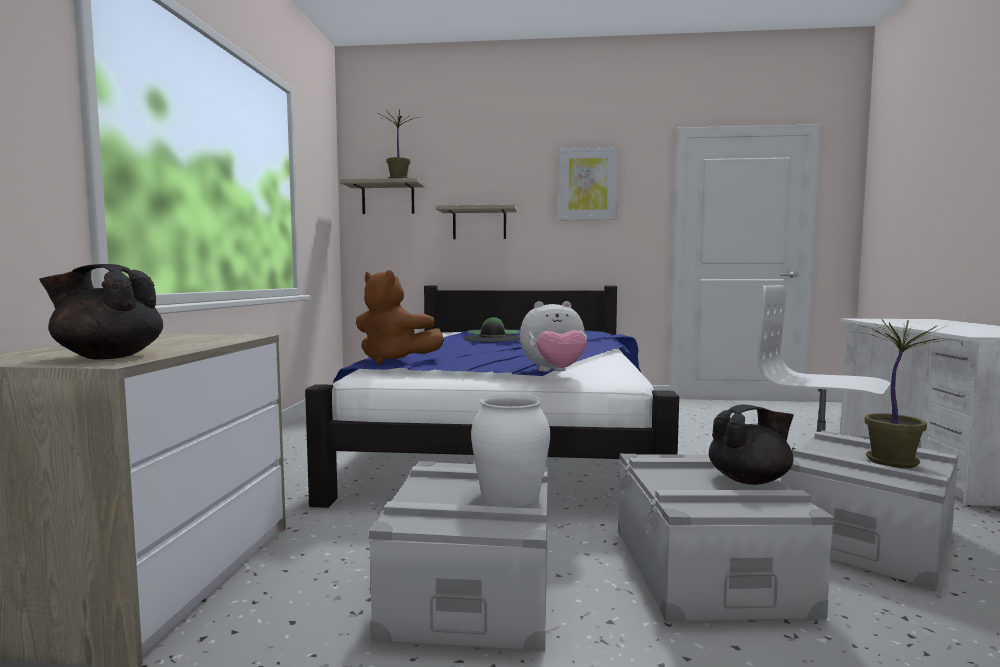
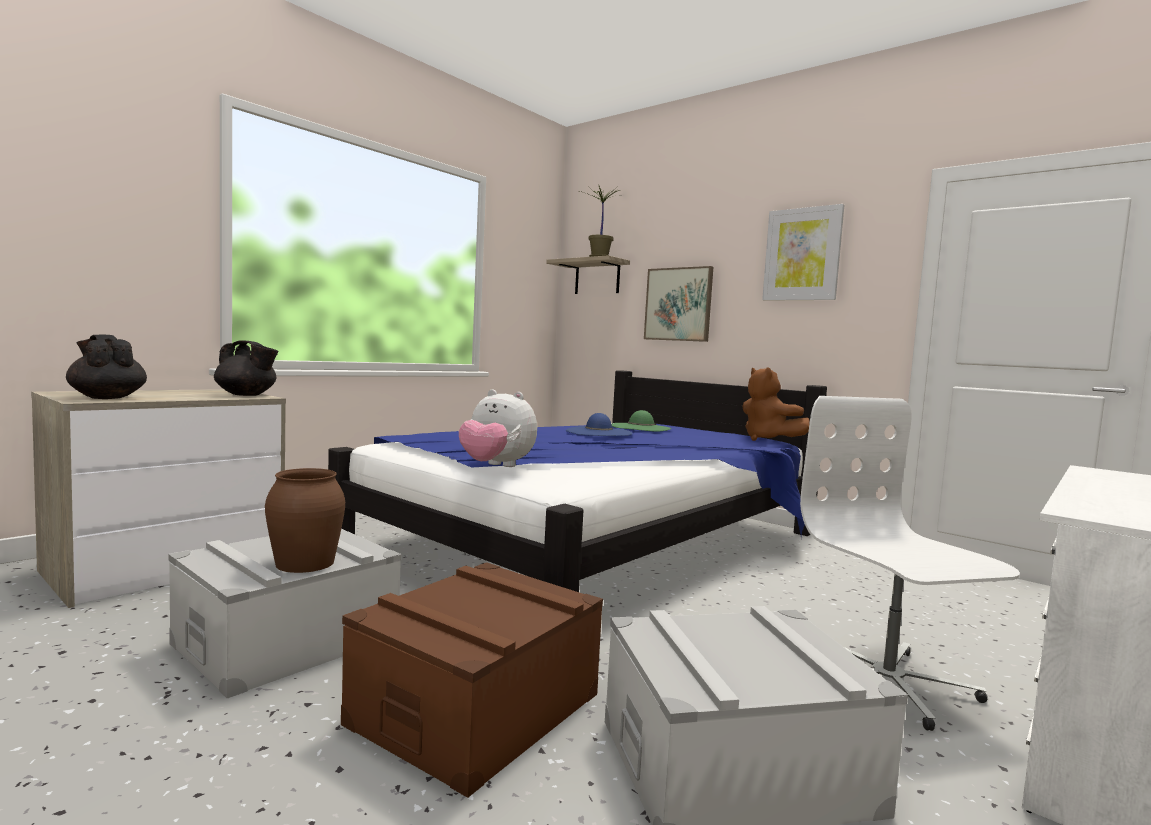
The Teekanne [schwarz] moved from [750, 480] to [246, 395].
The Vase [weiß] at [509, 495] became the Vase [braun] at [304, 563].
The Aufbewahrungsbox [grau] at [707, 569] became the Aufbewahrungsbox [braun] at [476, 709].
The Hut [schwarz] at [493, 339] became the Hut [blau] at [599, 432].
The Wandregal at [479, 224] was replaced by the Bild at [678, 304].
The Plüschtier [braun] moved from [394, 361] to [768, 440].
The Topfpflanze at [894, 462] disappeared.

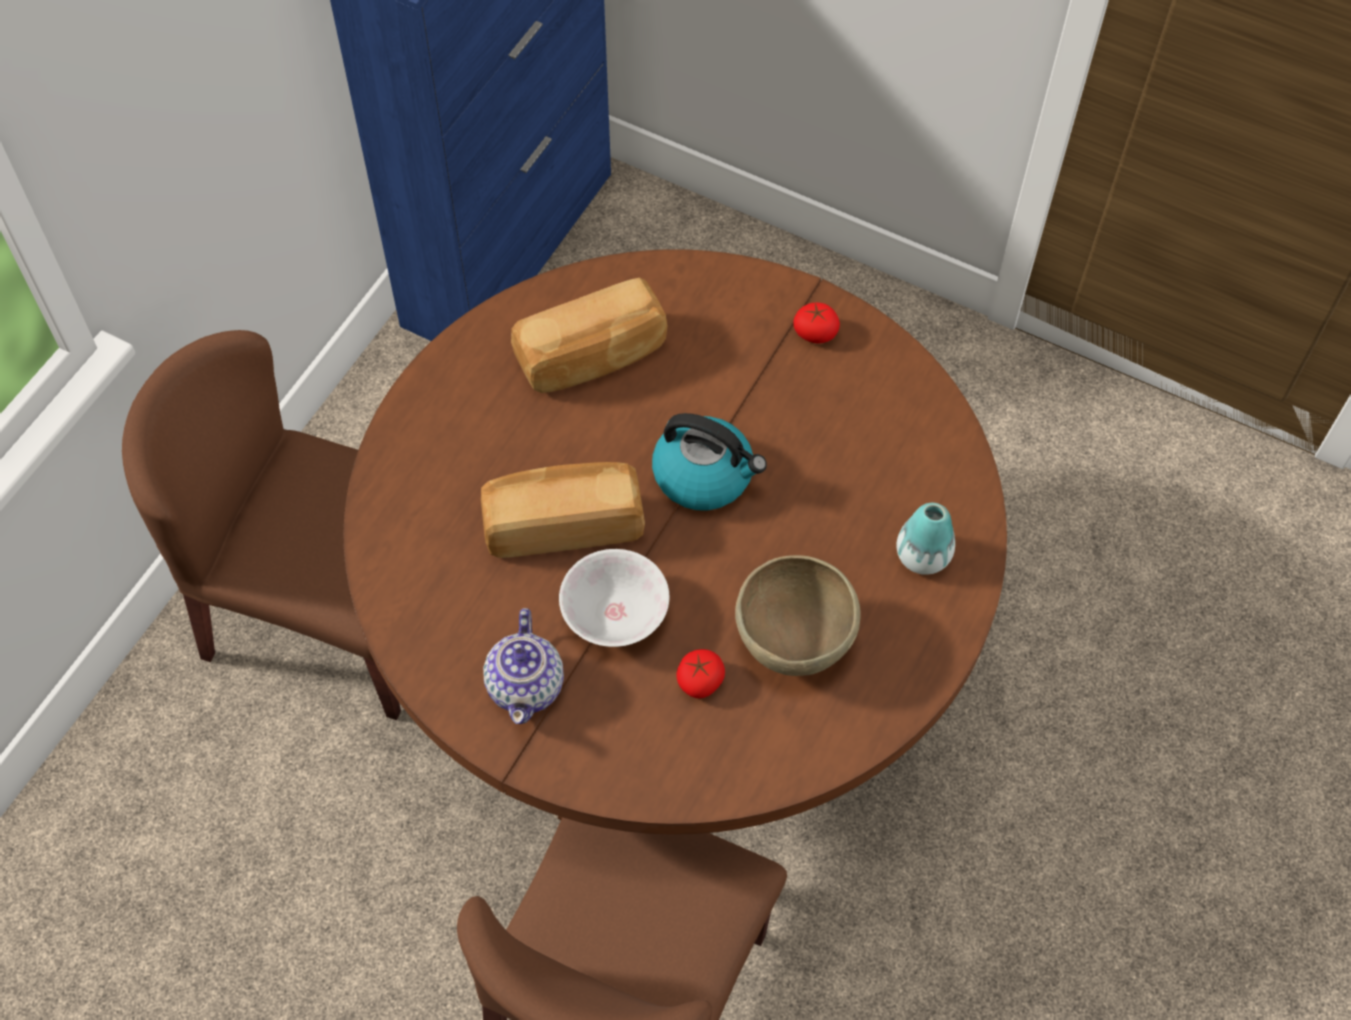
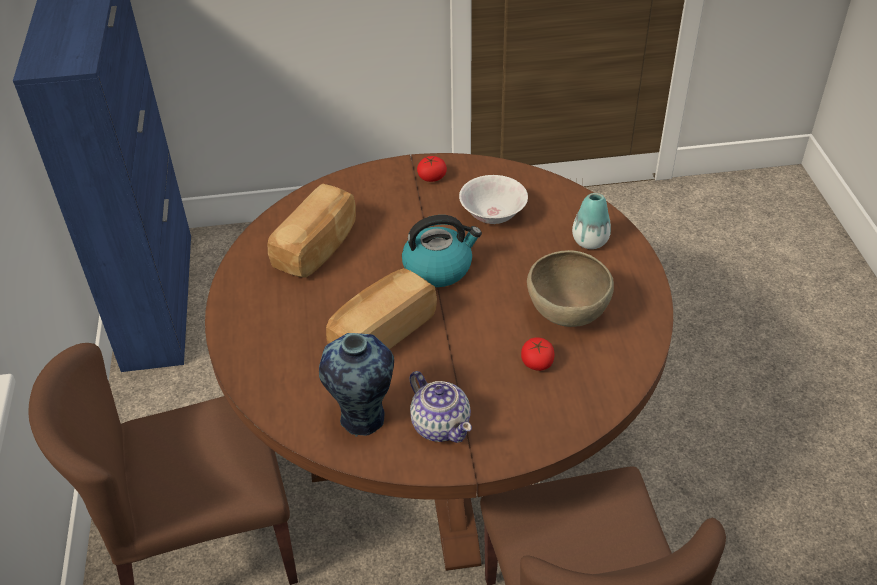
The Vase at [362, 420] appeared.
The Schüssel [weiß] moved from [615, 615] to [493, 215].

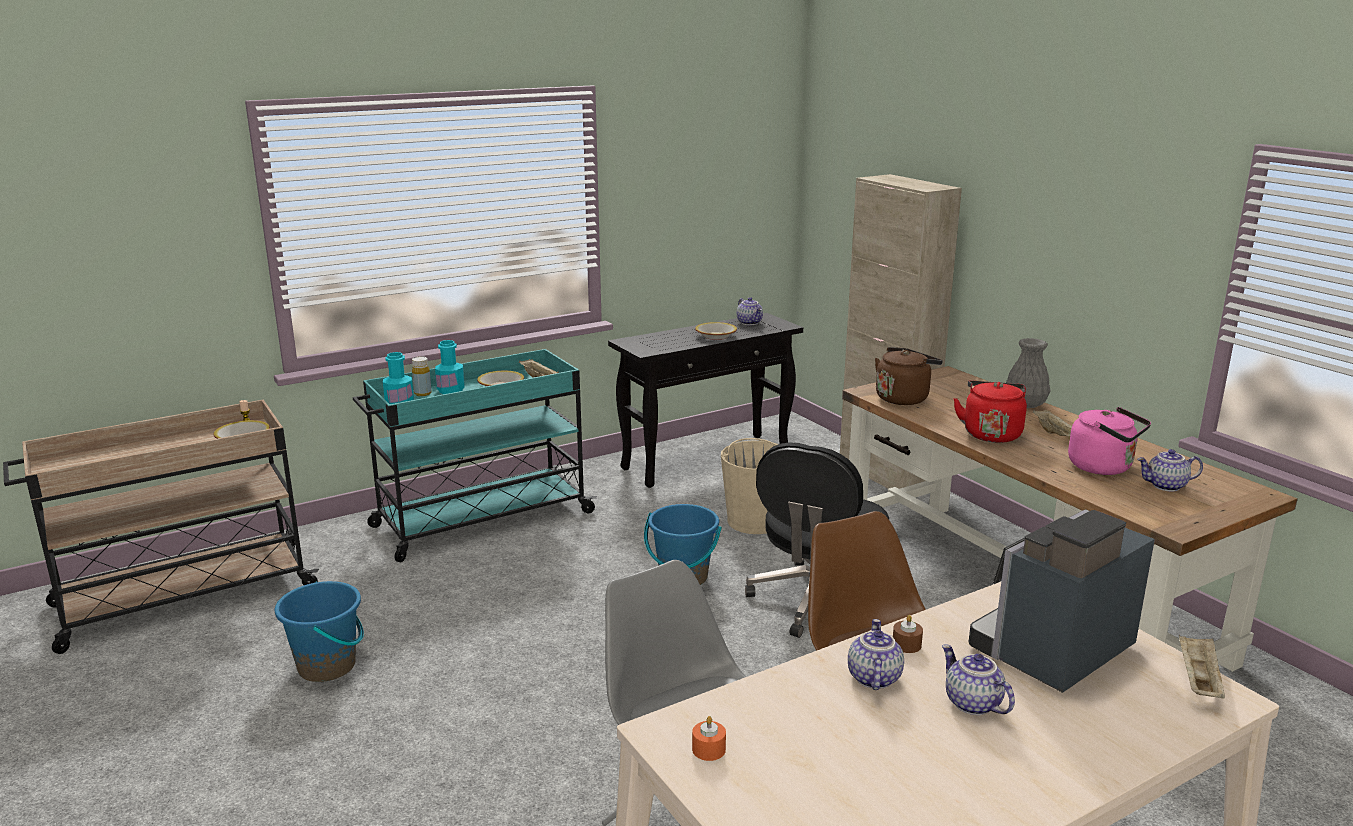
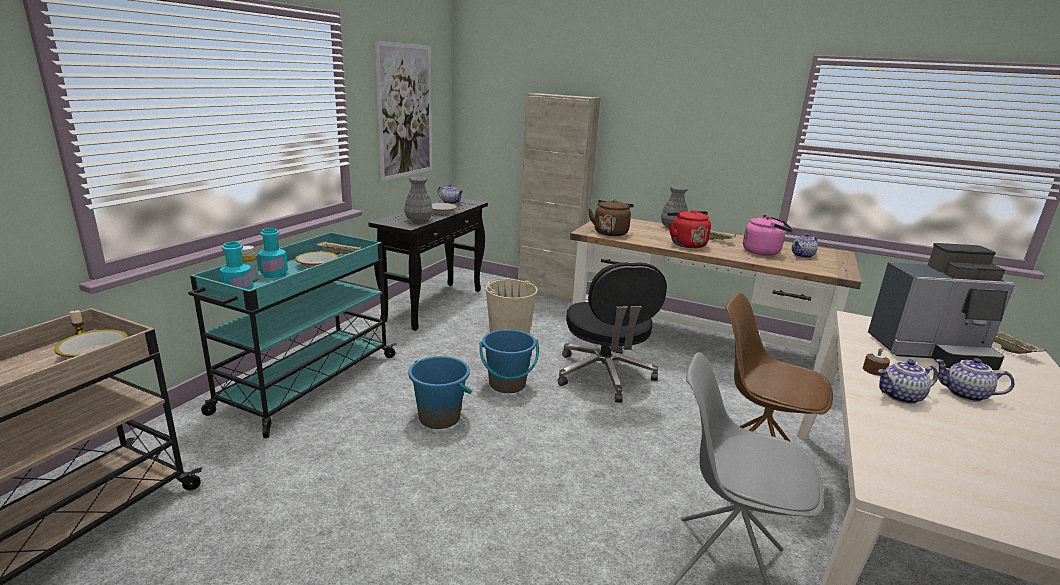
The Bild at [405, 111] appeared.
The Vase [grau] at [419, 220] appeared.
The Eimer [blau] moved from [327, 666] to [440, 417].
The Kaffeemaschine at [1051, 652] turned 105 degrees counterclockwise.
The Teekanne at [872, 677] turned 75 degrees counterclockwise.
The Kerze [orange] at [708, 749] disappeared.

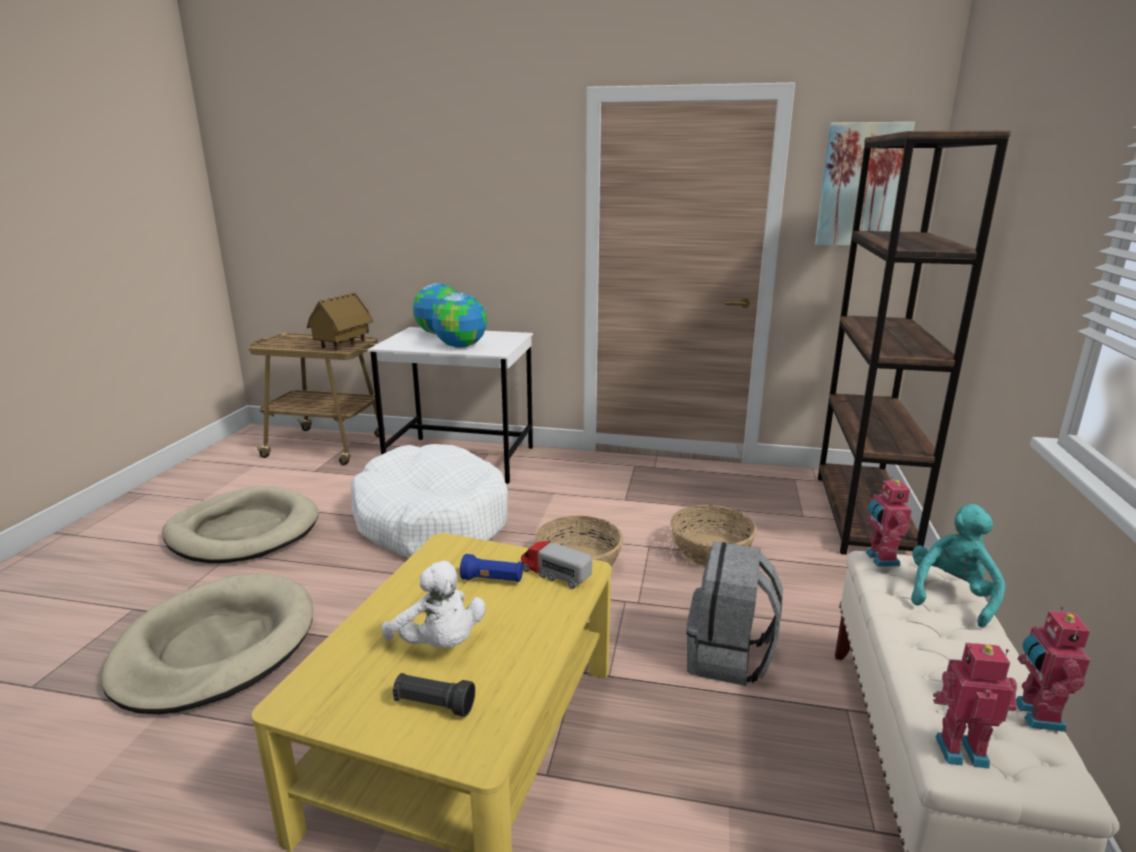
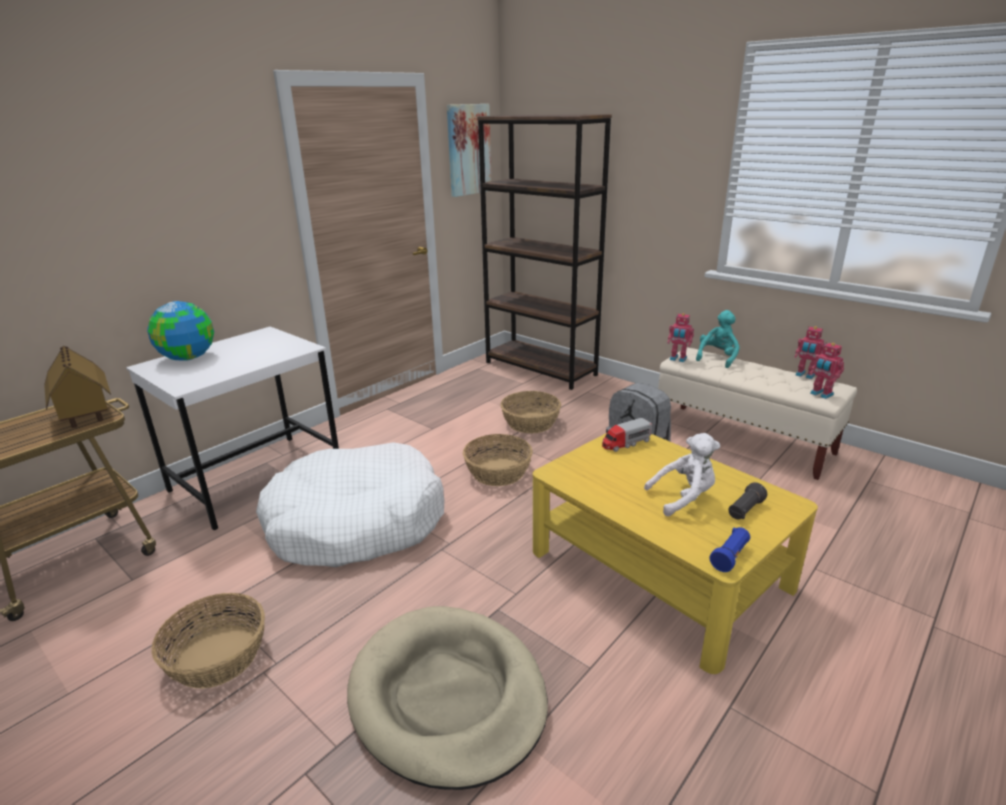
The Hundebett [beige] at [244, 531] was replaced by the Korb at [217, 657].
The Plüschtier [türkis] at [951, 595] turned 60 degrees clockwise.
The Taschenlampe [blau] moved from [493, 580] to [730, 556].
The Spielzeugroboter at [960, 749] turned 75 degrees counterclockwise.
The Globus at [460, 346] disappeared.

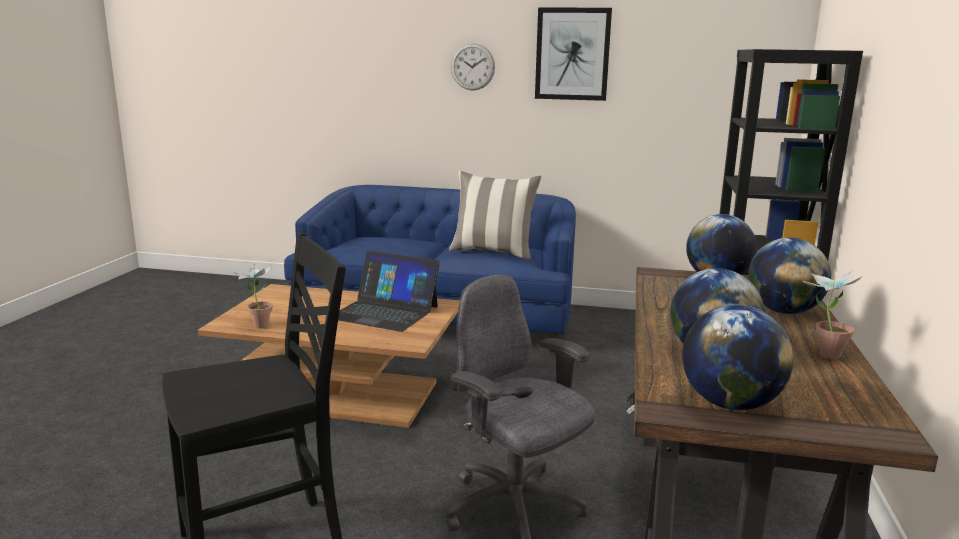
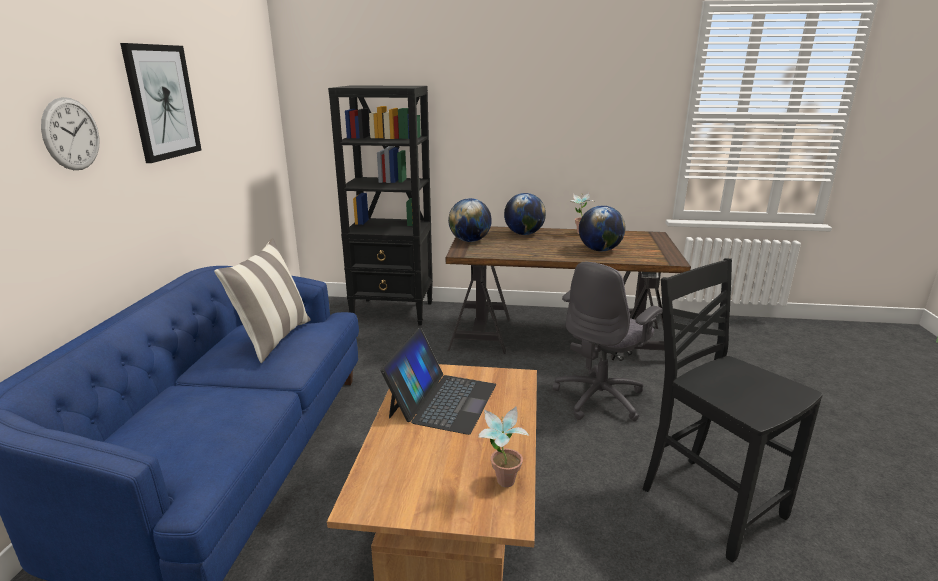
The Globus at [730, 404] disappeared.

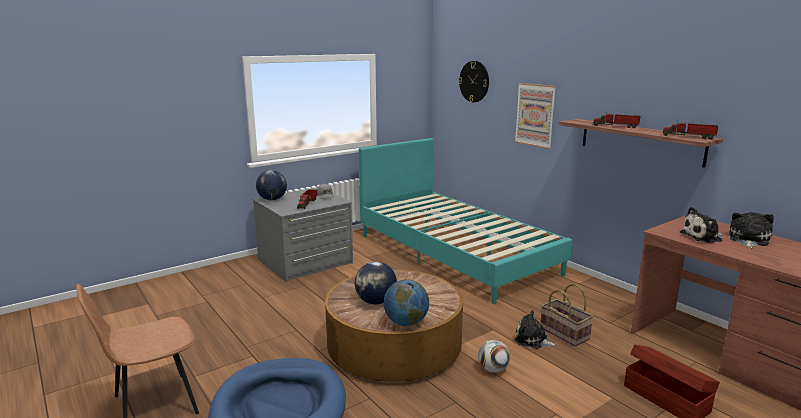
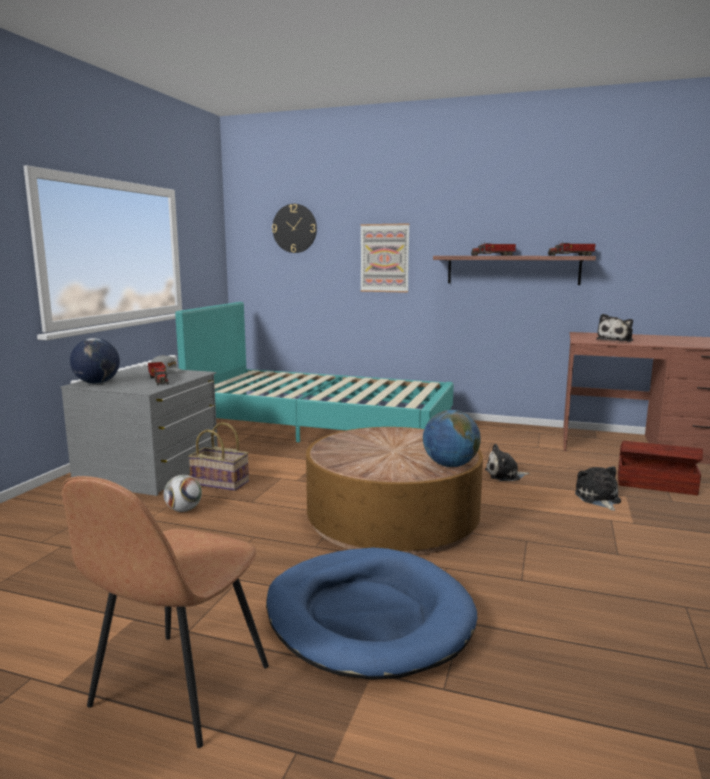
The Fußball moved from [493, 369] to [184, 510].
The Korb moved from [565, 333] to [220, 482].
The Plüschtier moved from [748, 240] to [598, 499].
The Globus at [376, 302] disappeared.

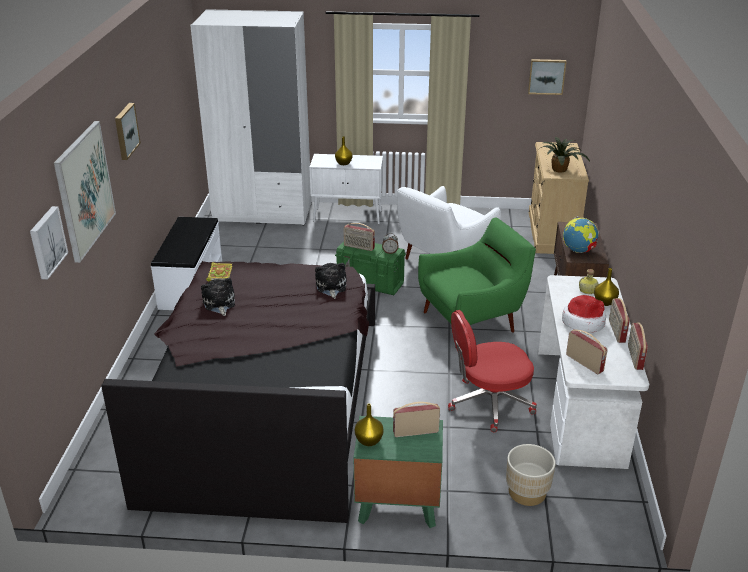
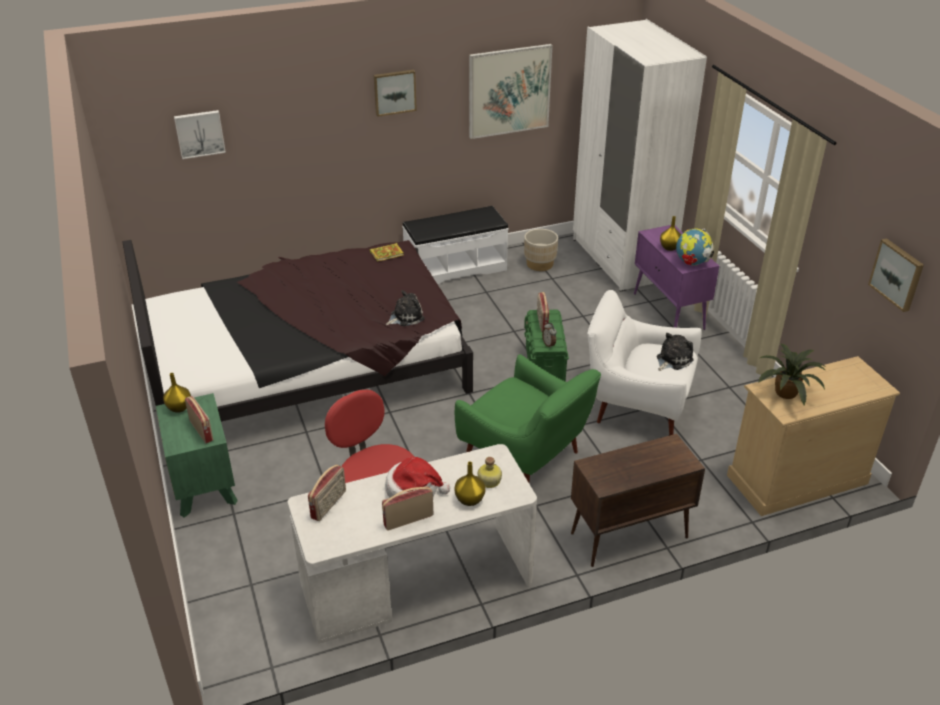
The Bild moved from [84, 190] to [509, 91].
The Pflanzkübel [beige] moved from [527, 492] to [540, 264].
The Schrank [weiß] at [348, 216] became the Schrank [lila] at [669, 312].
The Plüschtier moved from [219, 304] to [672, 360].
The Globus moved from [578, 251] to [692, 263].
The Radio at [634, 357] disappeared.

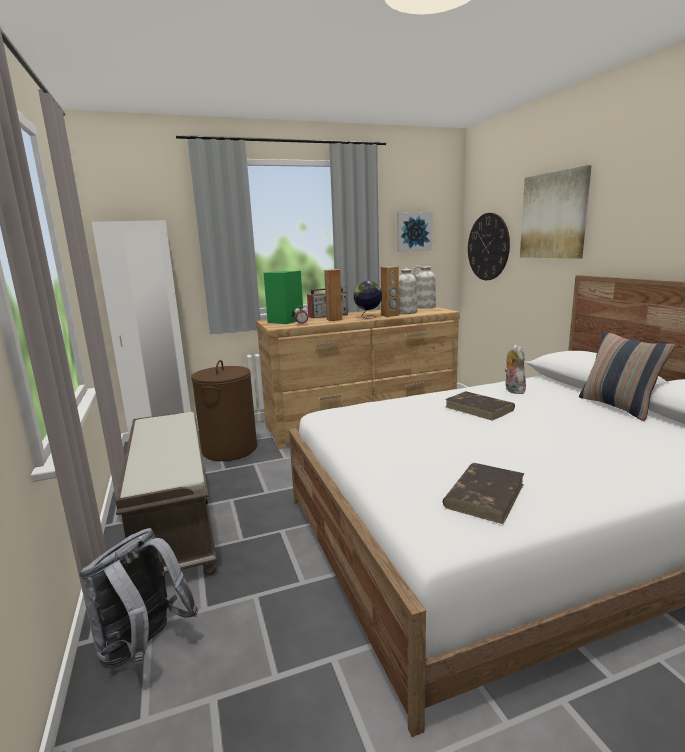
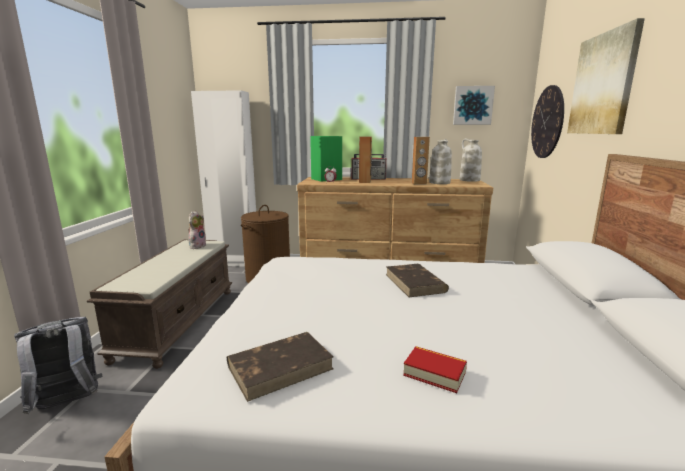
The Plüschtier moved from [512, 390] to [197, 246].
The Buch at [434, 373] appeared.
The Globus at [368, 317] disappeared.
The Kissen at [617, 407] disappeared.

